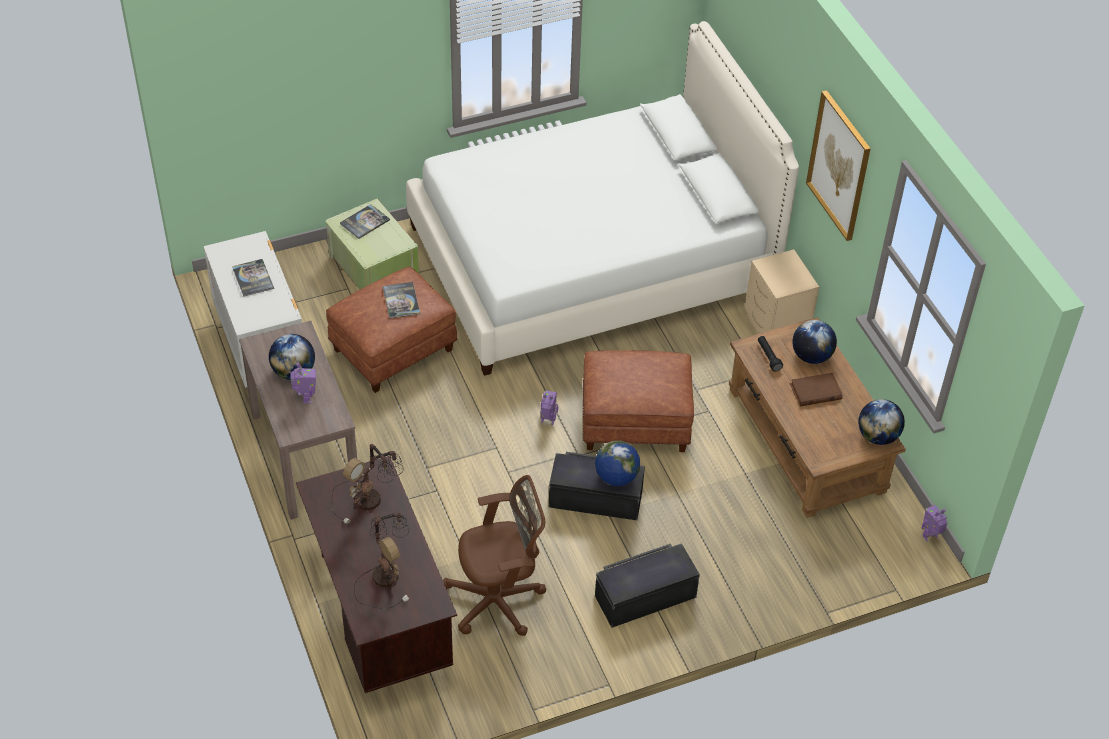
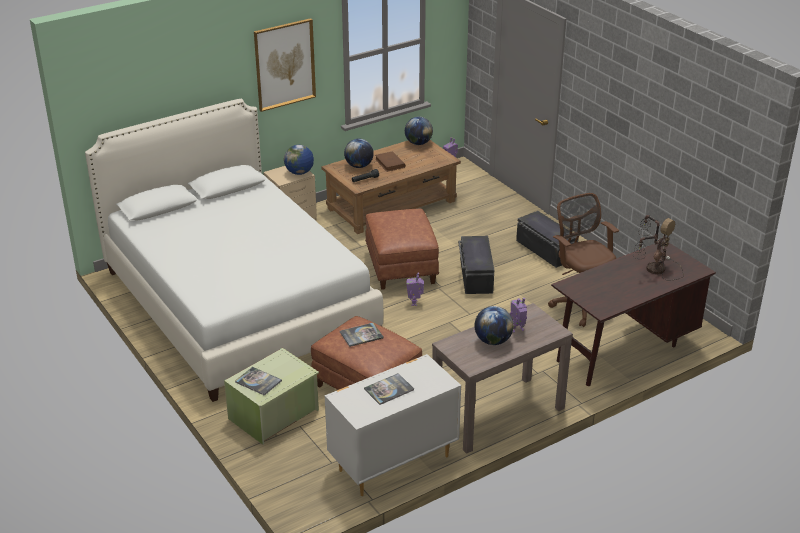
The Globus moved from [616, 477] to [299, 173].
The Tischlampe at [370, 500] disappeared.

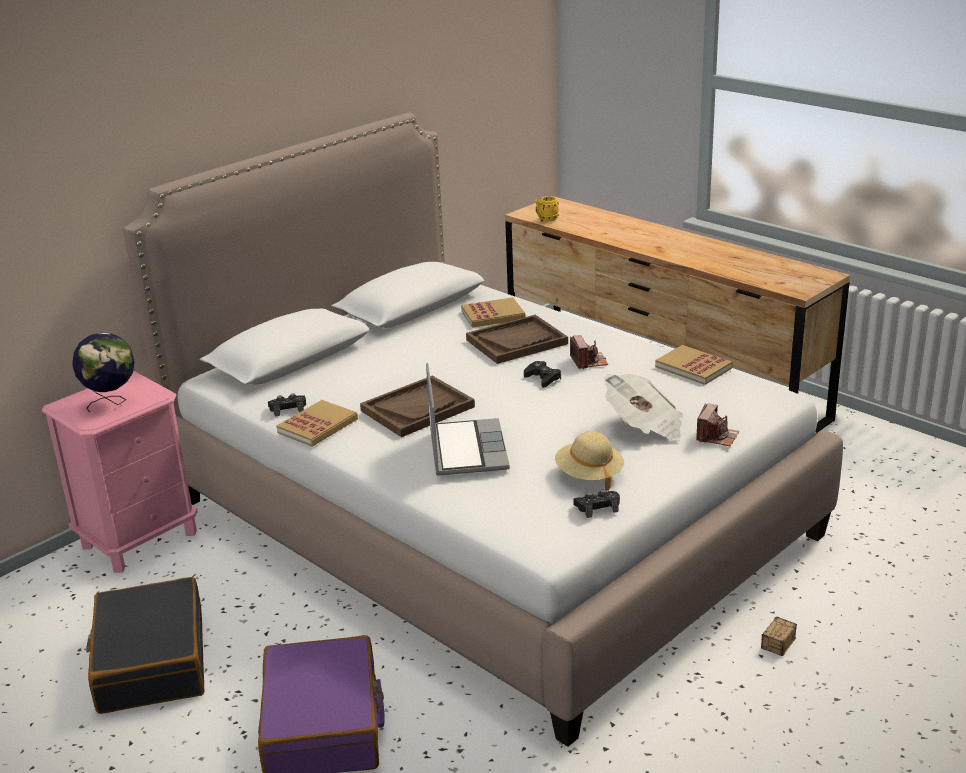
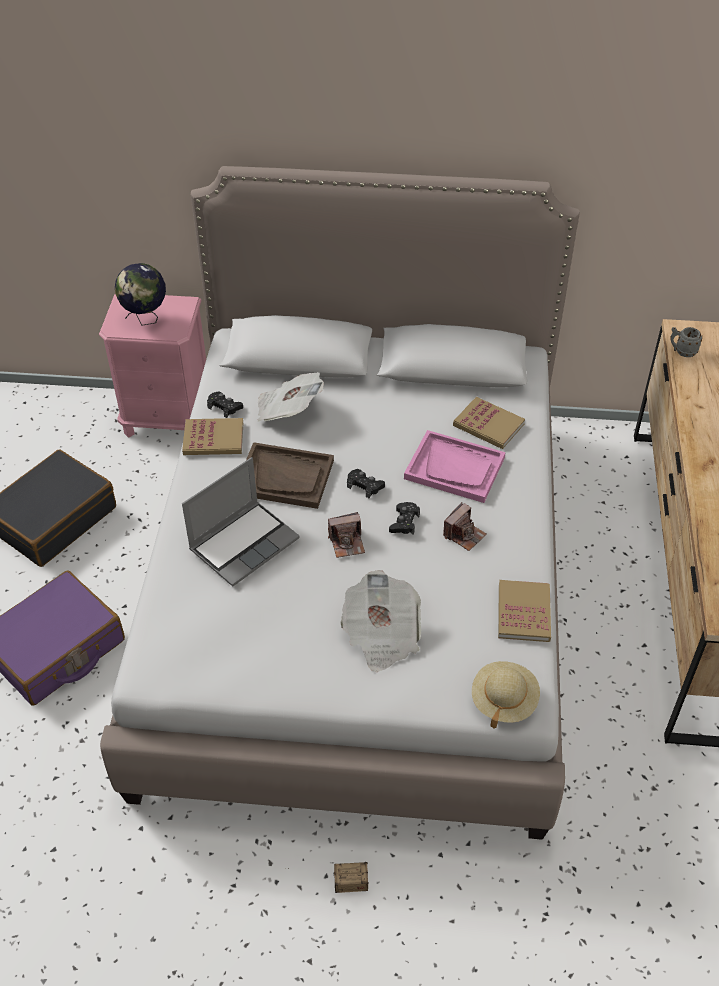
The Zeitung at [288, 410] appeared.
The Kamera moved from [716, 436] to [347, 543].
The Gamepad [schwarz] moved from [597, 507] to [365, 486].
The Tablett [braun] at [517, 342] became the Tablett [rosa] at [455, 468].
The Hut [beige] moved from [589, 475] to [503, 700].
The Henkelbecher [gelb] at [546, 220] became the Henkelbecher [grau] at [682, 351].

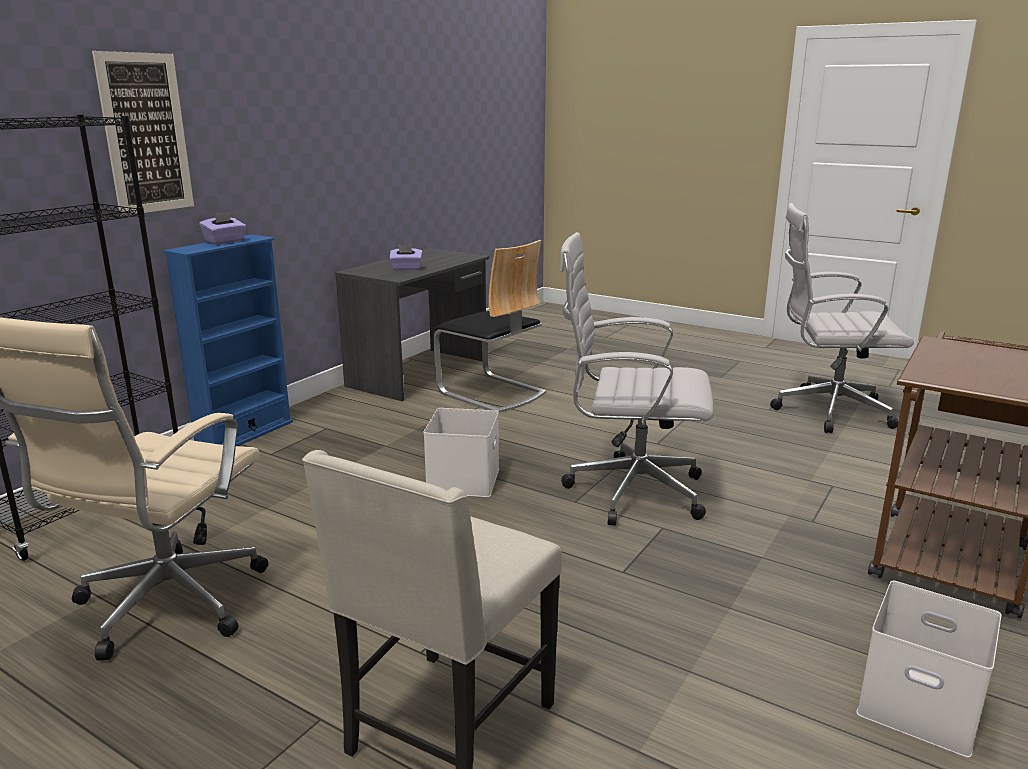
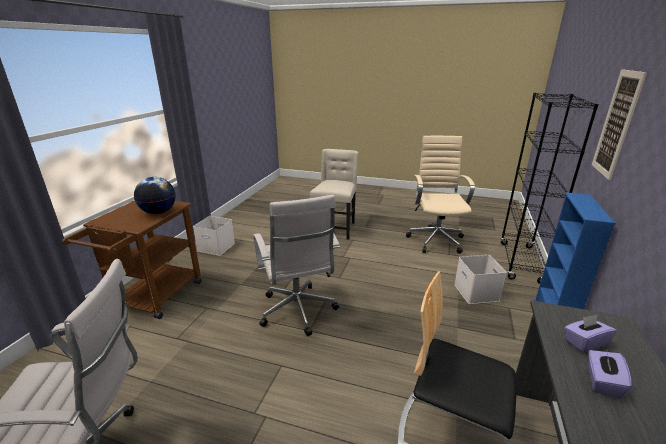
The Globus at [159, 212] appeared.
The Bürostuhl [weiß] at [629, 491] turned 75 degrees clockwise.
The Aufbewahrungsbox [weiß] moved from [464, 481] to [475, 292].
The Taschentuchbox [lila] moved from [225, 242] to [602, 382].

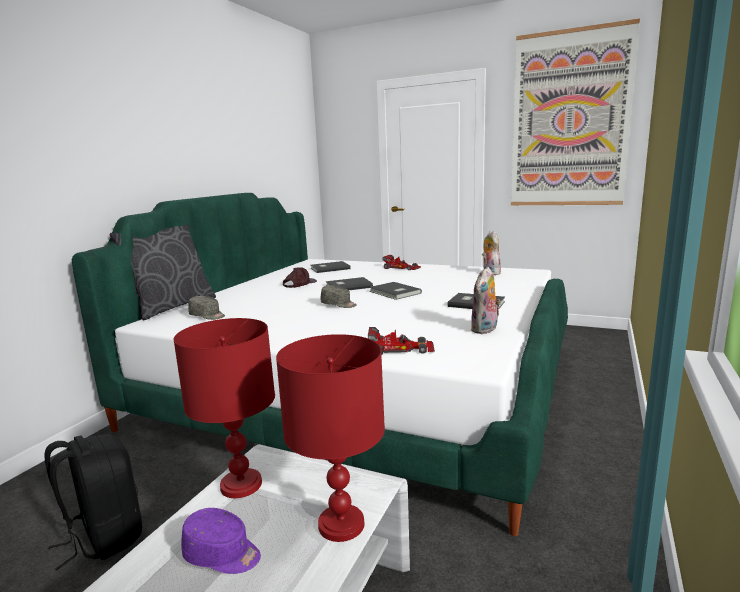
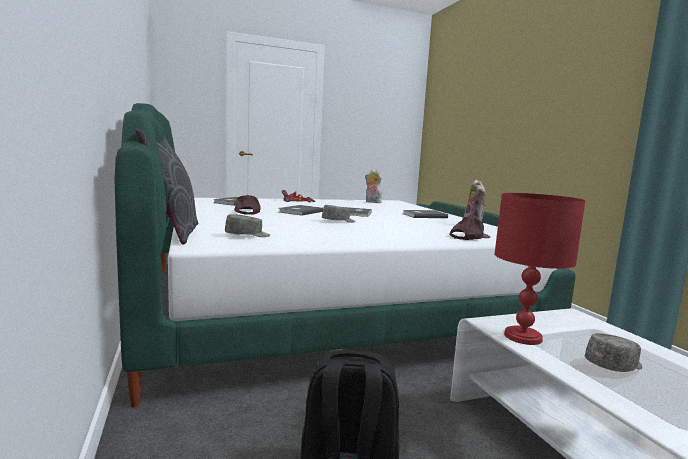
The Spielzeugauto at [400, 348] was replaced by the Kappe [braun] at [468, 237].
The Kappe [lila] at [223, 555] became the Kappe [grau] at [614, 365].
The Tischlampe [rot] at [340, 525] disappeared.
The Bild at [569, 120] disappeared.

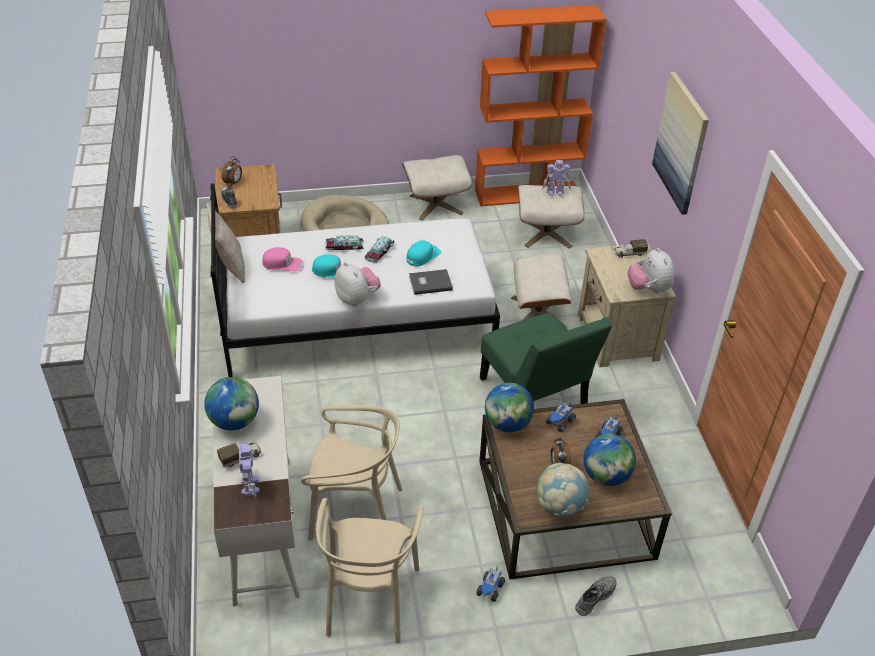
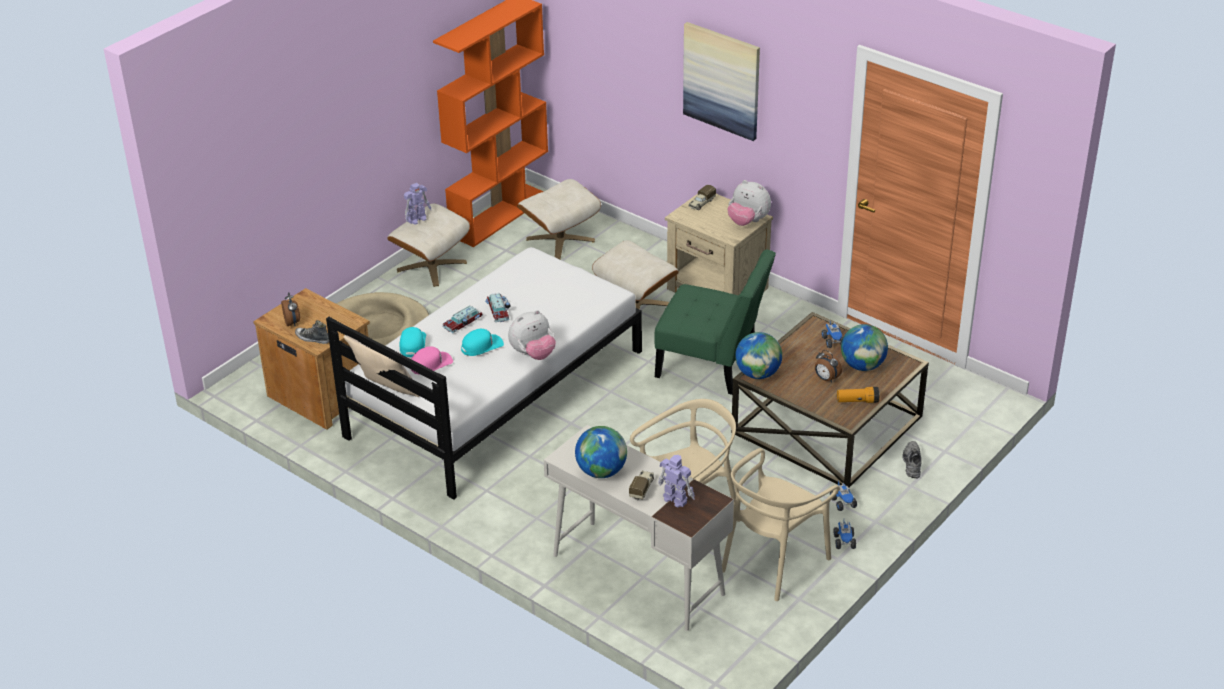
The Kappe [türkis] moved from [423, 256] to [412, 344].
The Spielzeugroboter moved from [555, 192] to [418, 219].
The Plüschtier at [357, 299] turned 135 degrees clockwise.
The Stuhl [beige] at [369, 599] turned 75 degrees clockwise.
The Spielzeuglaster moved from [560, 422] to [844, 542].
The Globus at [559, 506] was replaced by the Taschenlampe at [857, 401].
The Buch [grau] at [429, 282] disappeared.

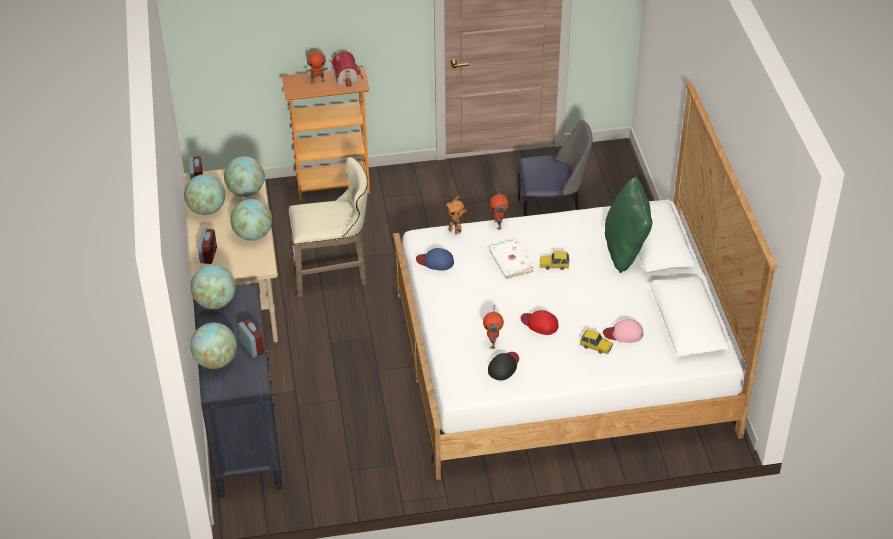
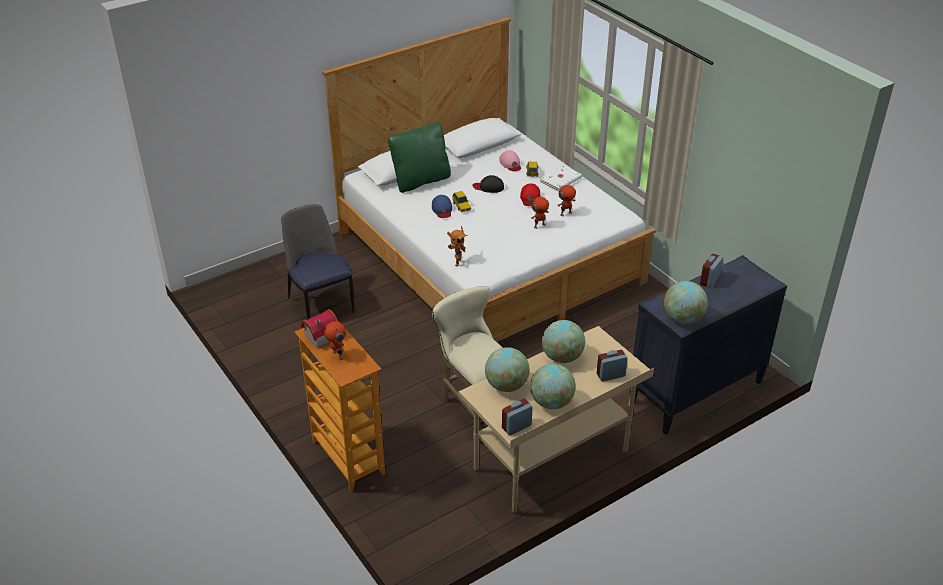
The Kappe [blau] moved from [435, 261] to [442, 209].
The Kappe [schwarz] moved from [504, 366] to [489, 187].
The Spielzeugroboter moved from [499, 224] to [539, 225].
The Buch [weiß] moved from [510, 262] to [561, 180].
The Globus at [216, 361] disappeared.

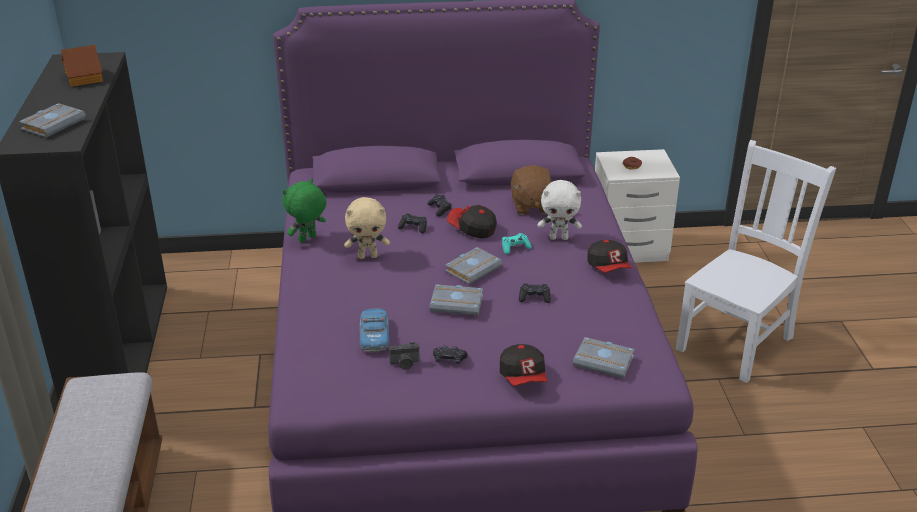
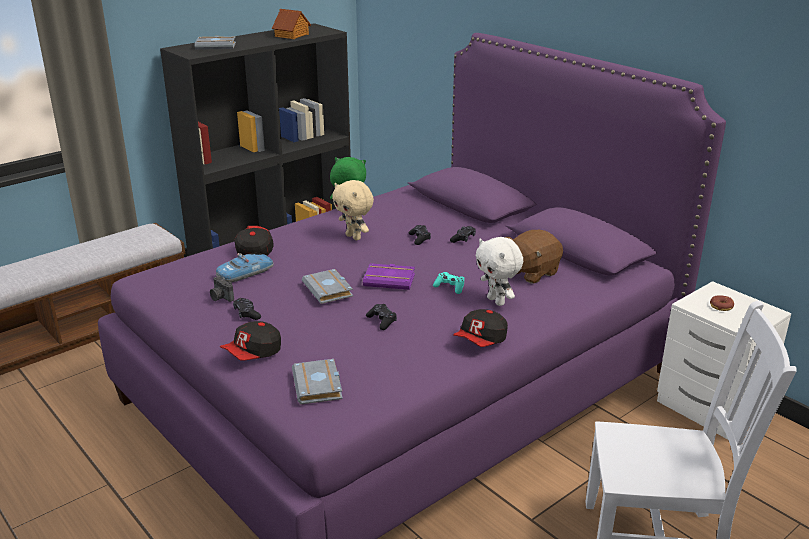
The Kappe moved from [472, 229] to [254, 250].
The Buch [grau] at [473, 268] became the Buch [lila] at [390, 280].

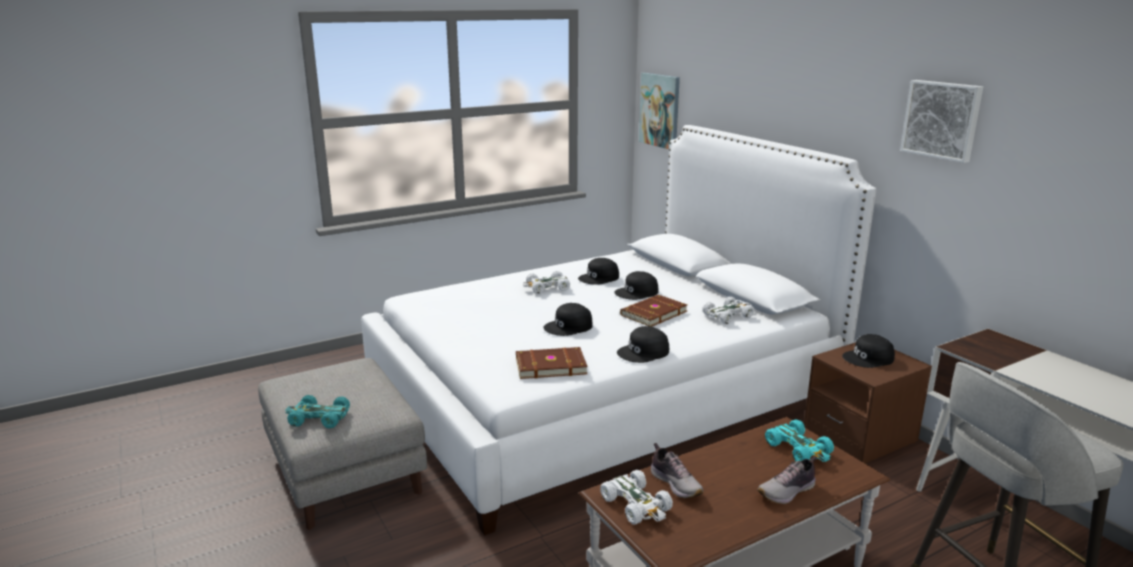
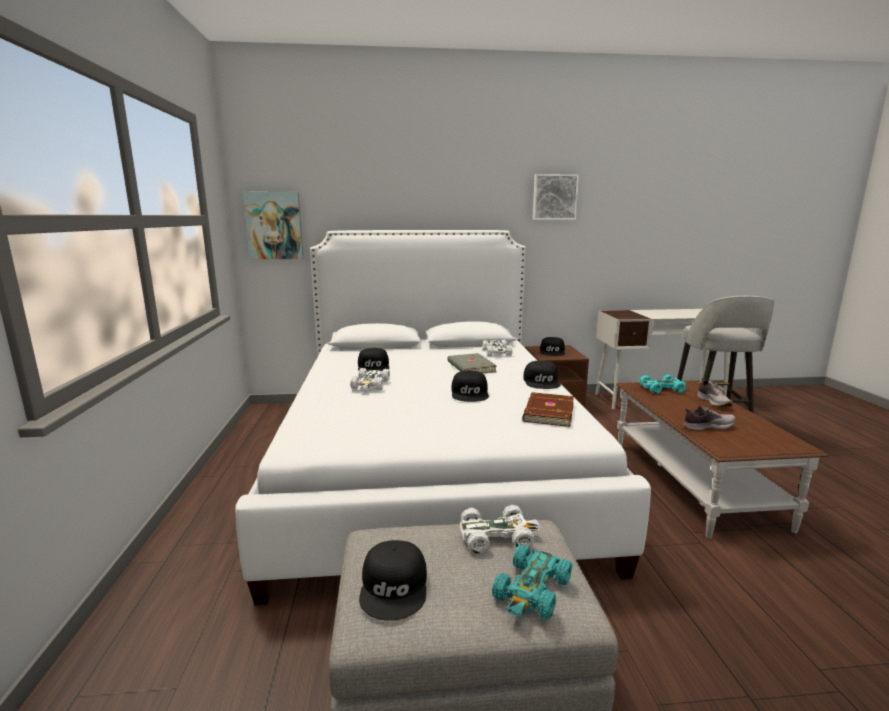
The Kappe [schwarz] moved from [637, 292] to [395, 587].
The Buch [braun] at [652, 313] became the Buch [grau] at [470, 367].
The Spielzeugauto [weiß] moved from [636, 505] to [497, 536].

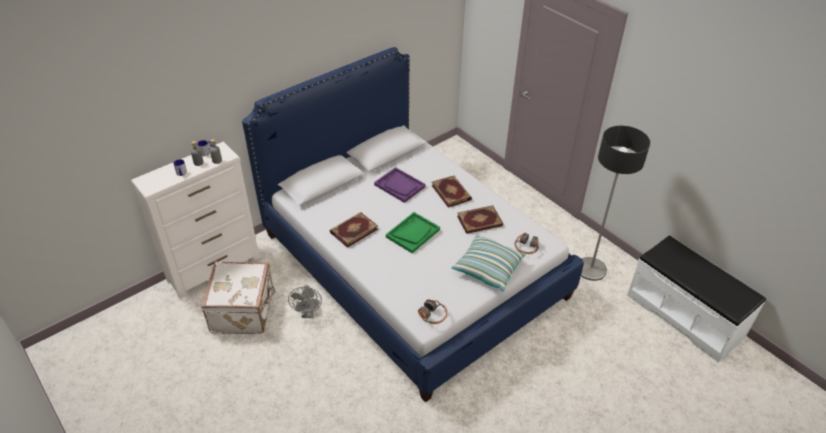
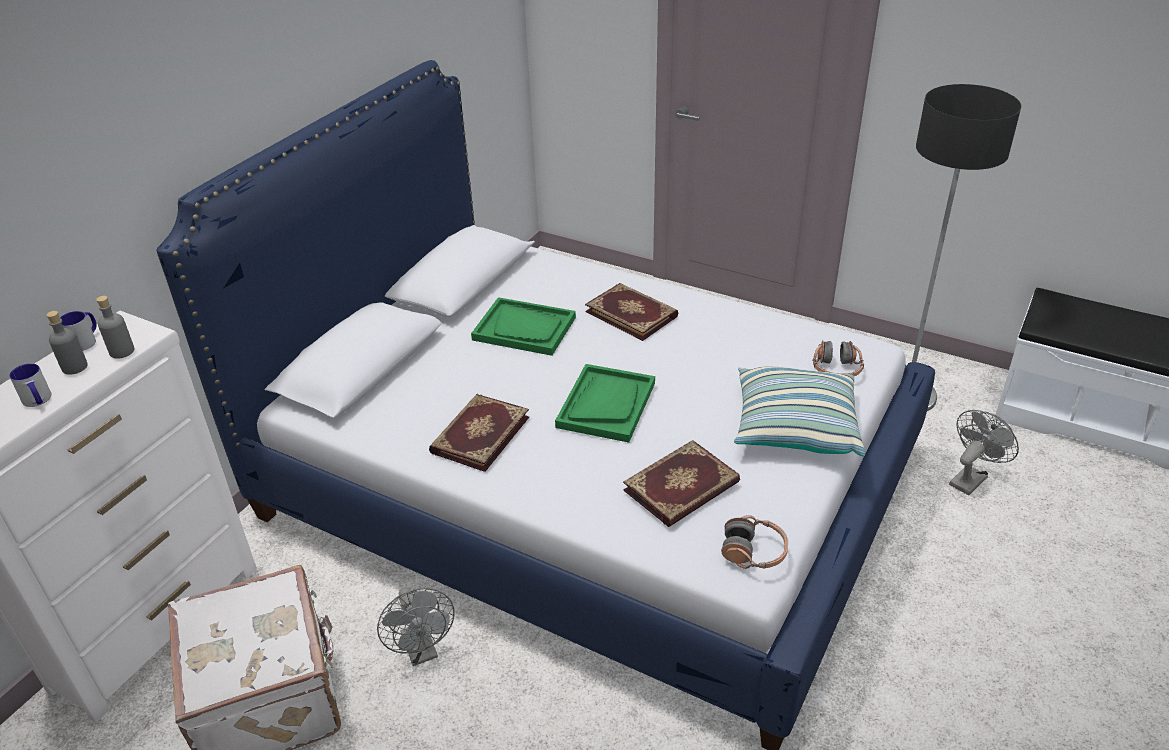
The Tablett [lila] at [400, 186] became the Tablett [grün] at [524, 328].
The Buch moved from [480, 221] to [682, 487].
The Ventilator [grau] at [971, 478] appeared.

